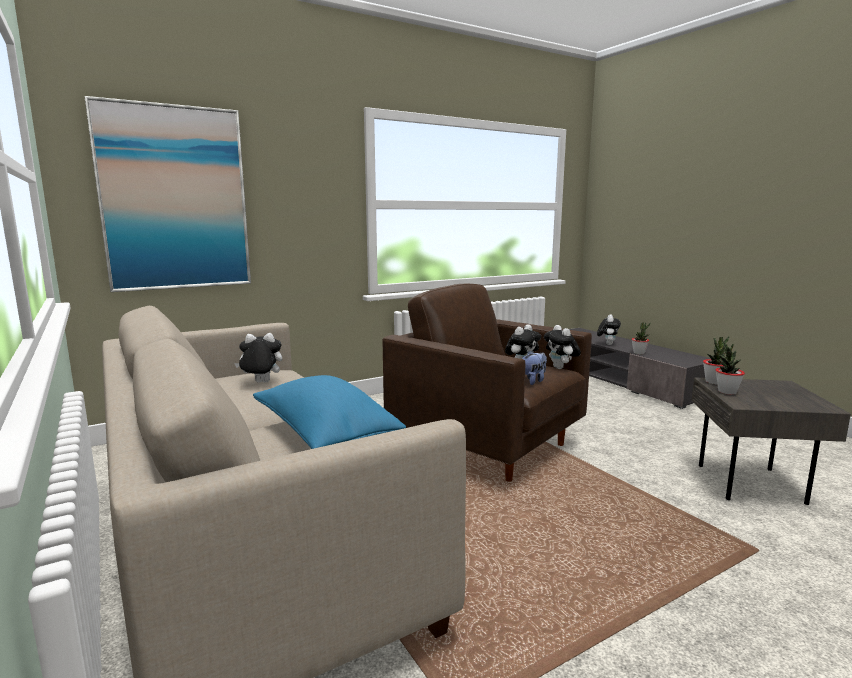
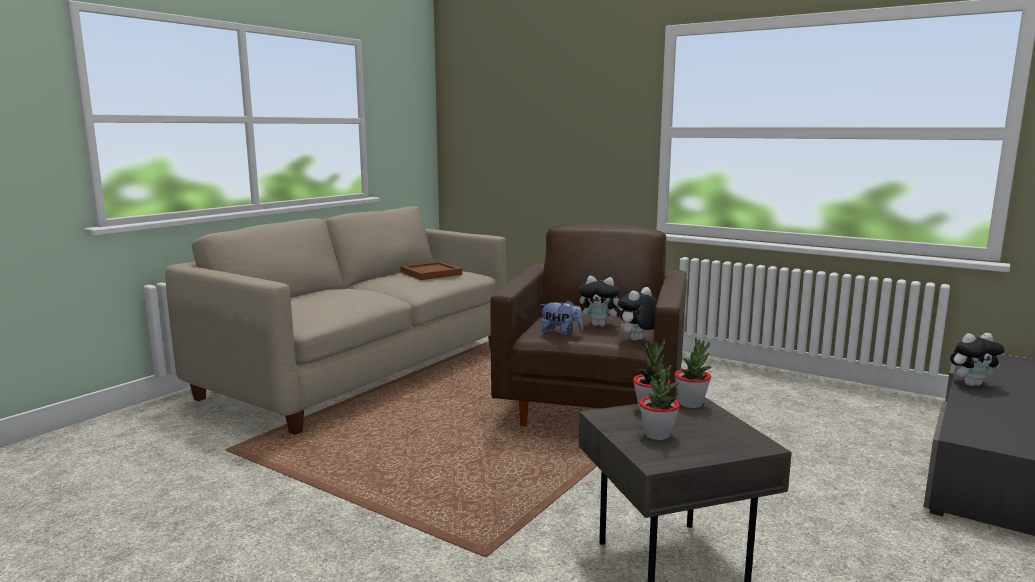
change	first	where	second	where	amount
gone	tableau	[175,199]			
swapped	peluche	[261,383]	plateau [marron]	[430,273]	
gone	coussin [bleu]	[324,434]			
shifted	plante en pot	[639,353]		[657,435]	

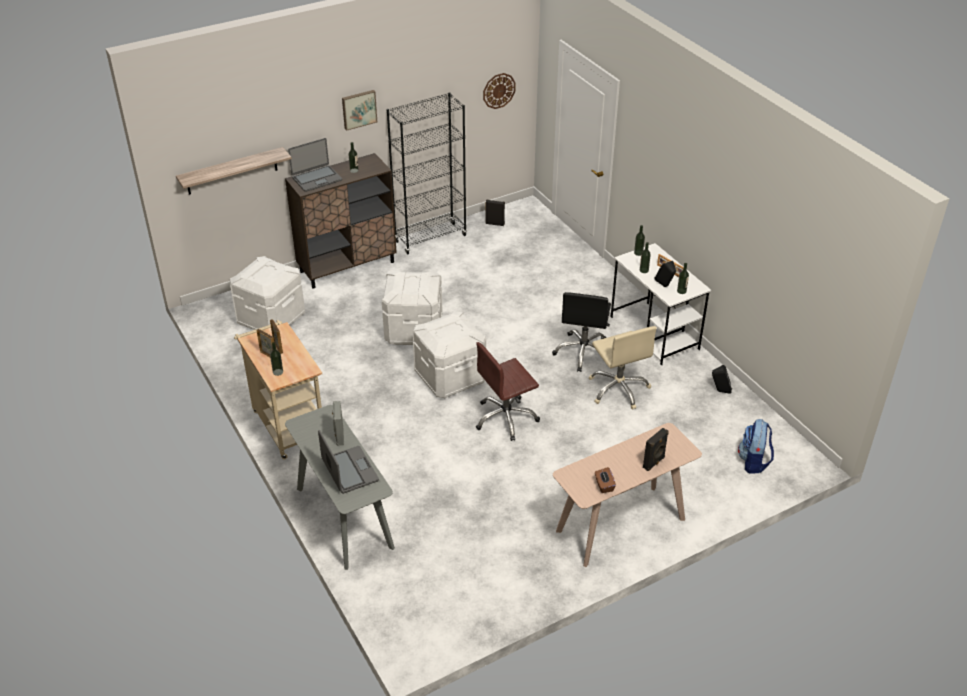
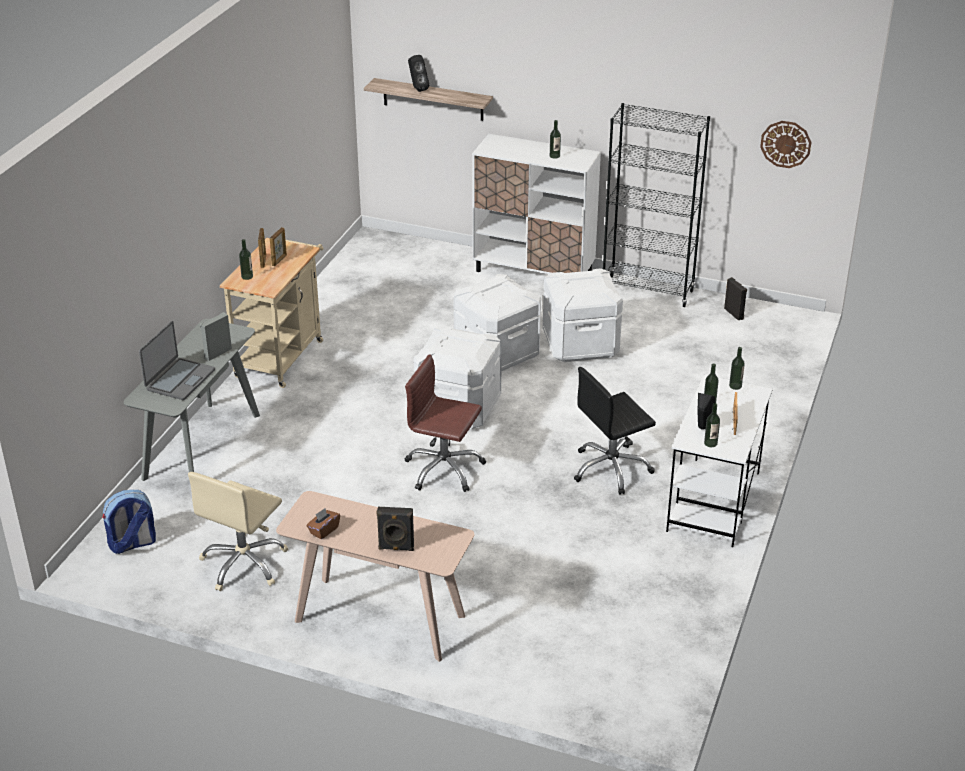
change	first	where	second	where	amount
shifted	boîte de rangement [blanc]	[271,319]		[580,345]	
repainted	meuble de rangement [marron]	[347,266]	meuble de rangement [blanc]	[534,271]	
gone	ordinateur portable	[316,179]			
gone	tableau	[359,109]			
shifted	chaise de bureau [beige]	[619,389]		[244,563]	
shifted	enceinte [noir]	[720,391]		[417,89]	
shifted	sac à dos	[753,462]		[132,544]	

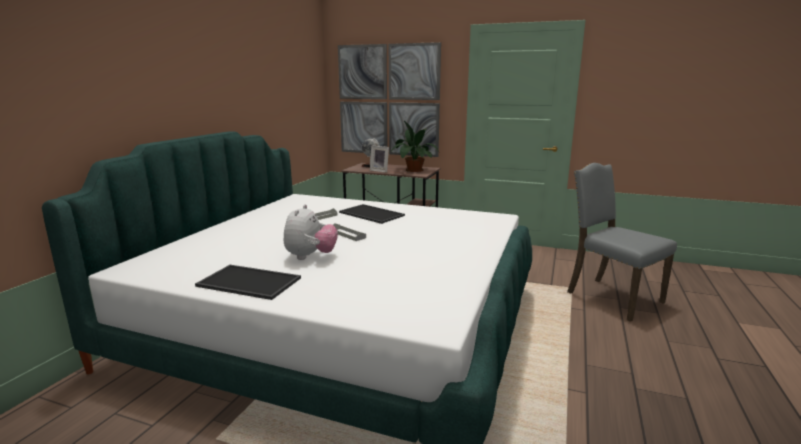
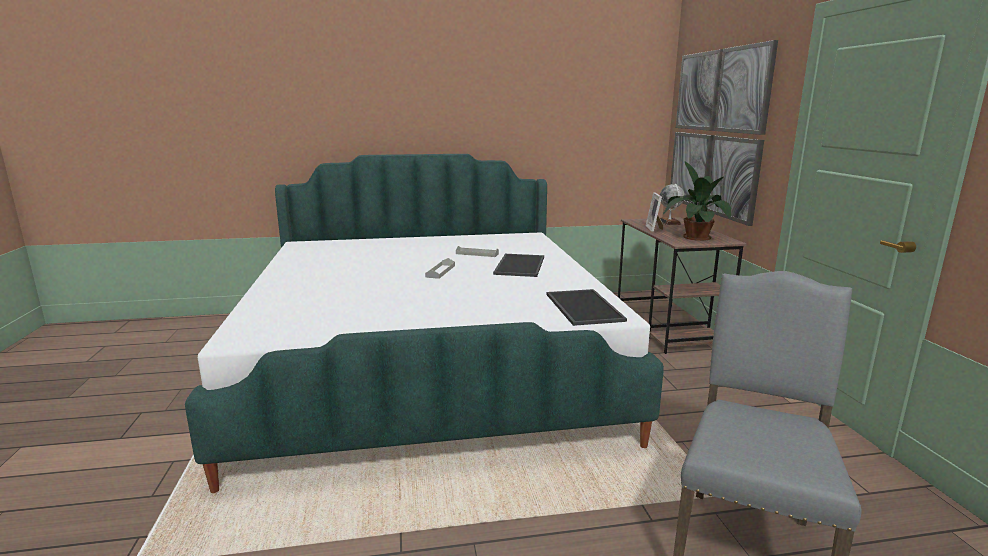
change	first	where	second	where	amount
shifted	plateau	[247,282]		[582,307]	
gone	peluche	[310,256]			

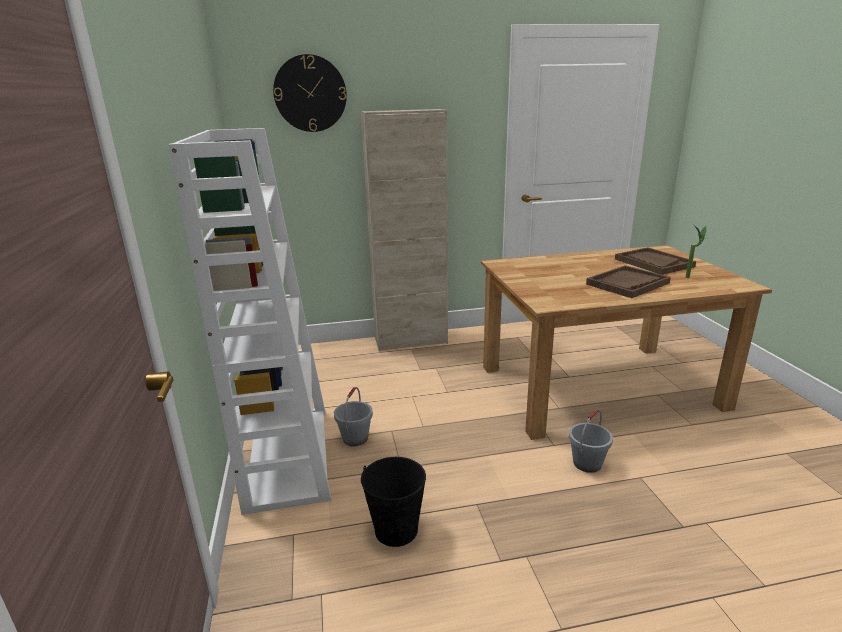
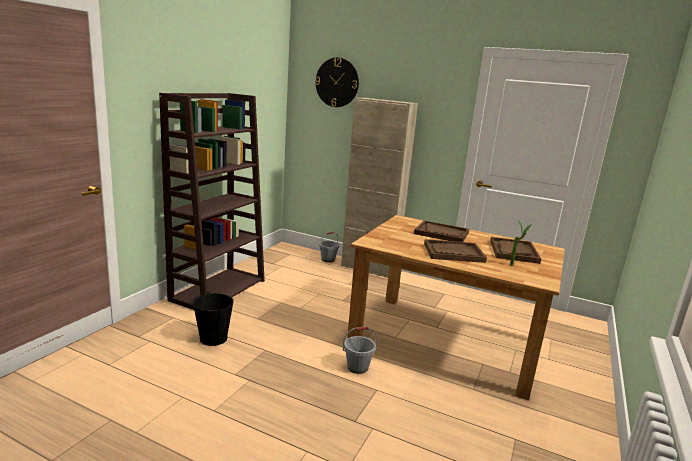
change	first	where	second	where	amount
repainted	bibliothèque [blanc]	[287,456]	bibliothèque [marron]	[218,289]	
shifted	seau [gris]	[355,438]		[328,260]	
new			plateau [marron]	[441,233]	

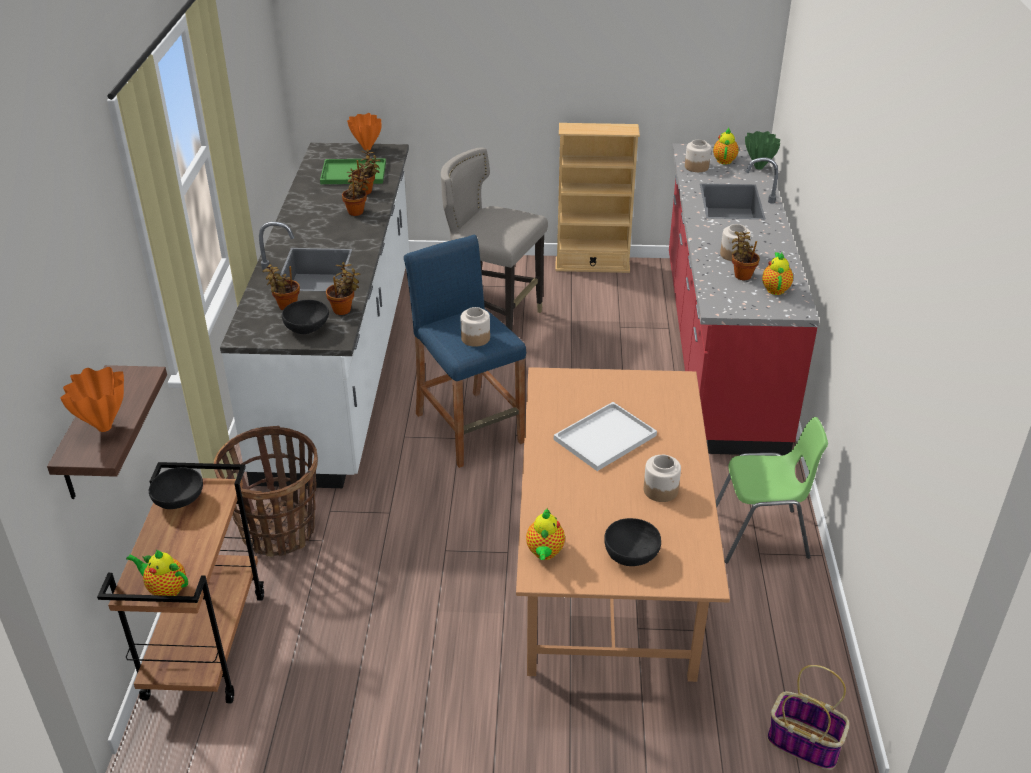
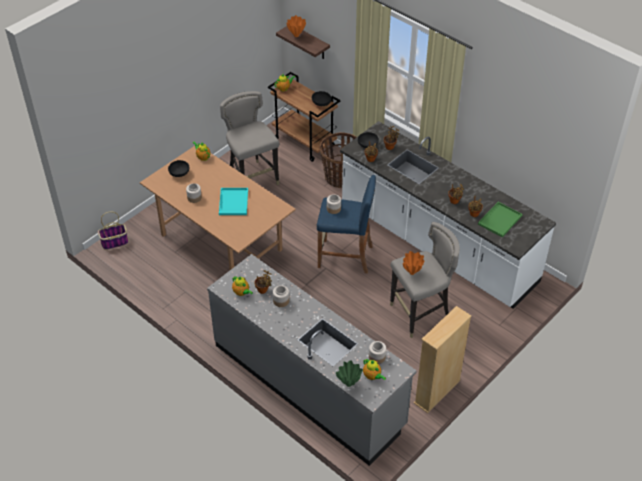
change	first	where	second	where	amount
shifted	vase [orange]	[366,148]		[412,272]	
repainted	plateau [blanc]	[605,436]	plateau [turquoise]	[234,202]	
repainted	comptoir de cuisine [rouge]	[719,348]	comptoir de cuisine [gris]	[309,384]	
gone	chaise [vert]	[761,536]			
new			tabouret [gris]	[252,178]	

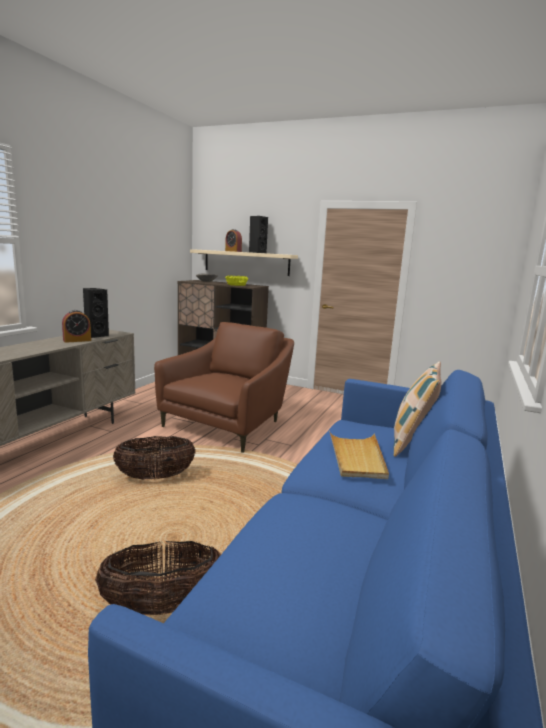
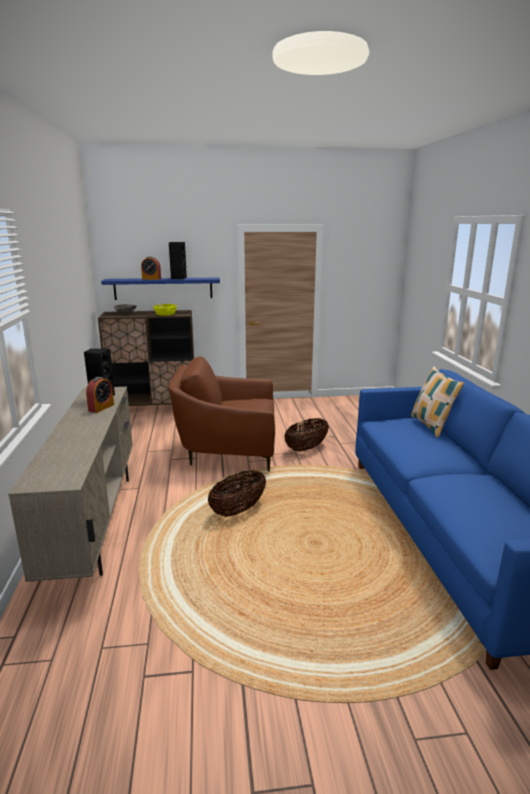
change	first	where	second	where	amount
shifted	panier	[162,606]		[306,448]	
rotated	fauteuil [marron]	[229,424]		[227,451]	90 degrees counterclockwise
repainted	étagère [beige]	[246,262]	étagère [bleu]	[163,288]	
gone	plateau [beige]	[357,457]			

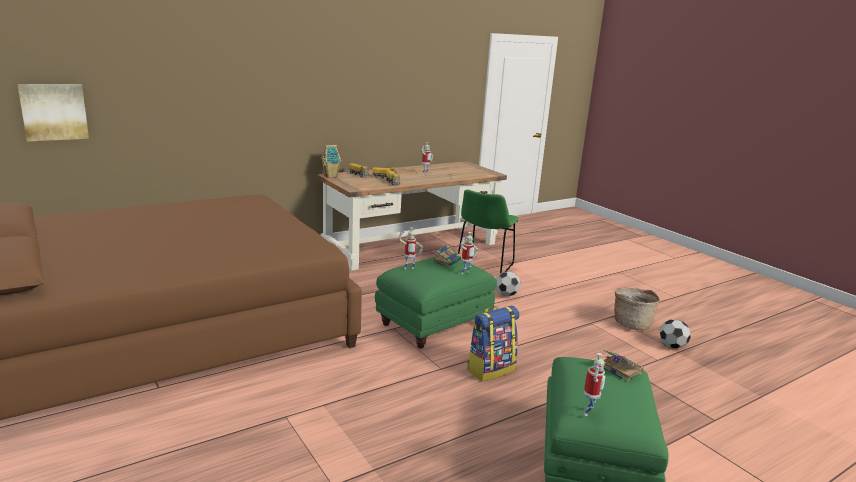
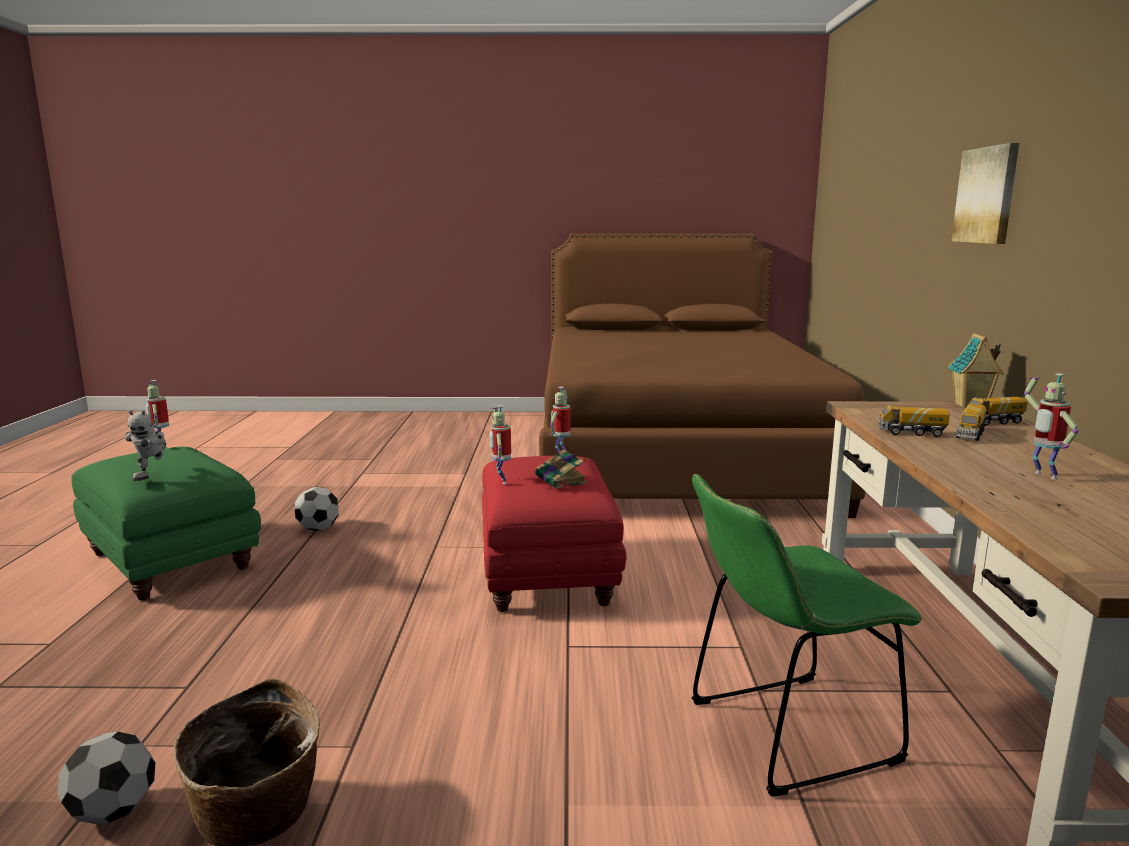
change	first	where	second	where	amount
shifted	tableau	[54,112]		[987,195]	
repainted	pouf [vert]	[434,324]	pouf [rouge]	[548,576]	
rotated	chaise [vert]	[484,268]		[783,734]	75 degrees counterclockwise
gone	sac à dos	[490,369]			
shifted	ballon de foot	[506,295]		[318,529]	
swapped	livre	[619,369]	robot jouet	[153,476]	

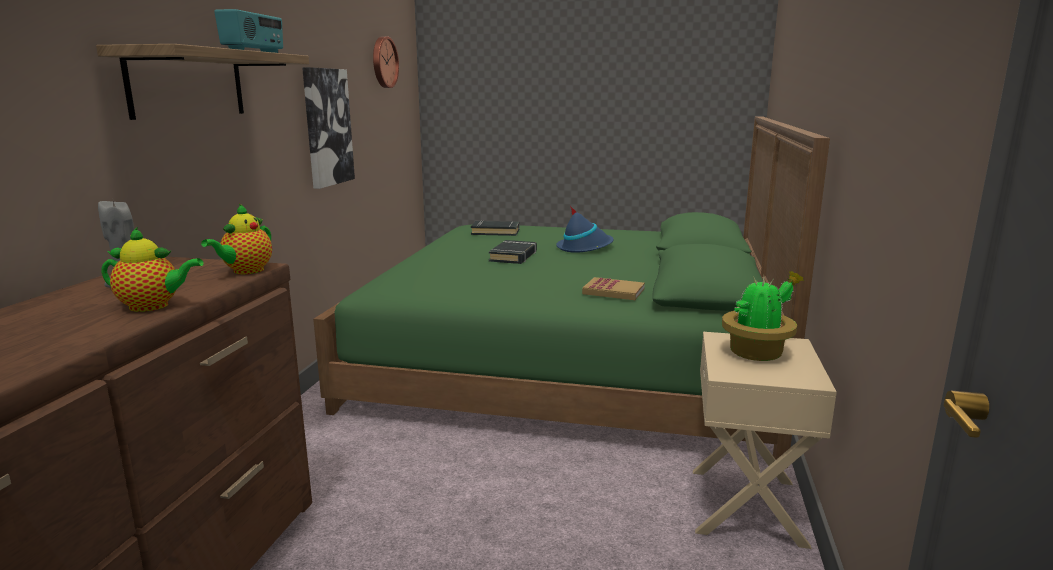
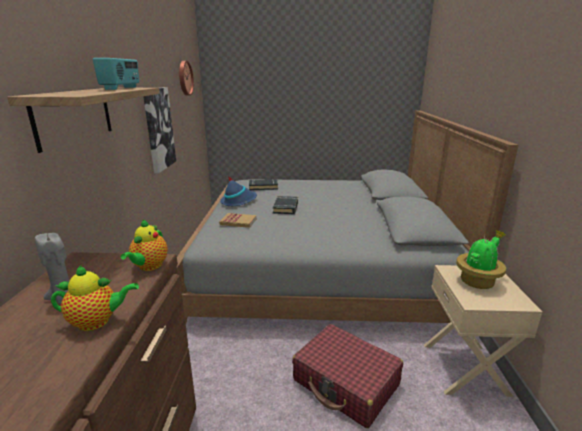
change	first	where	second	where	amount
repainted	lit [vert]	[572,357]	lit [gris]	[320,265]	
shifted	chapeau [bleu]	[584,248]		[238,201]	
shifted	livre	[613,291]		[238,222]	
new			valise [rouge]	[346,383]	

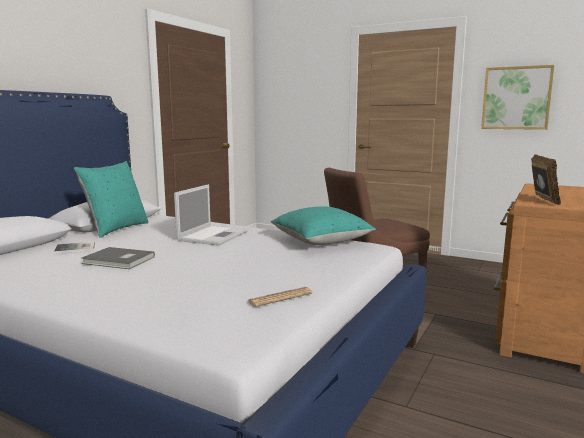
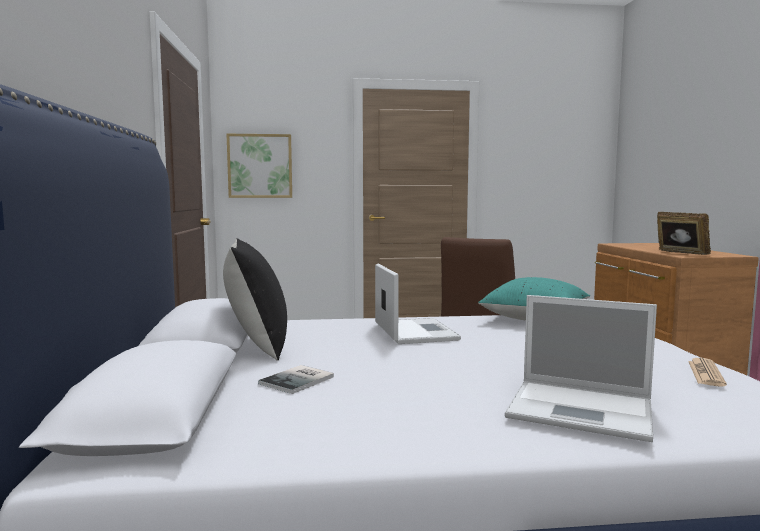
change	first	where	second	where	amount
repainted	coussin [turquoise]	[116,229]	coussin [noir]	[257,346]	
gone	livre [gris]	[118,261]			
shifted	tableau	[516,98]		[260,166]	
new			ordinateur portable	[583,410]	

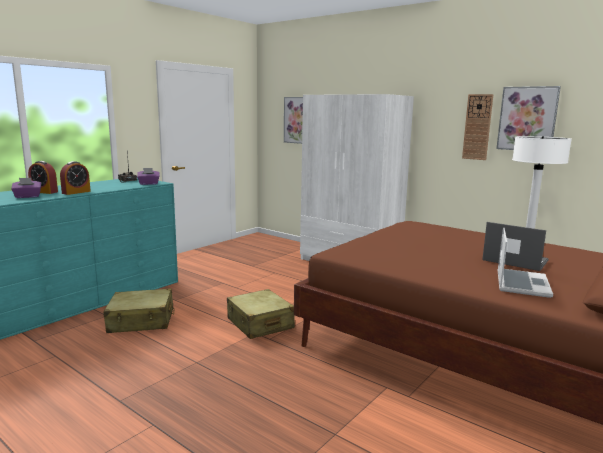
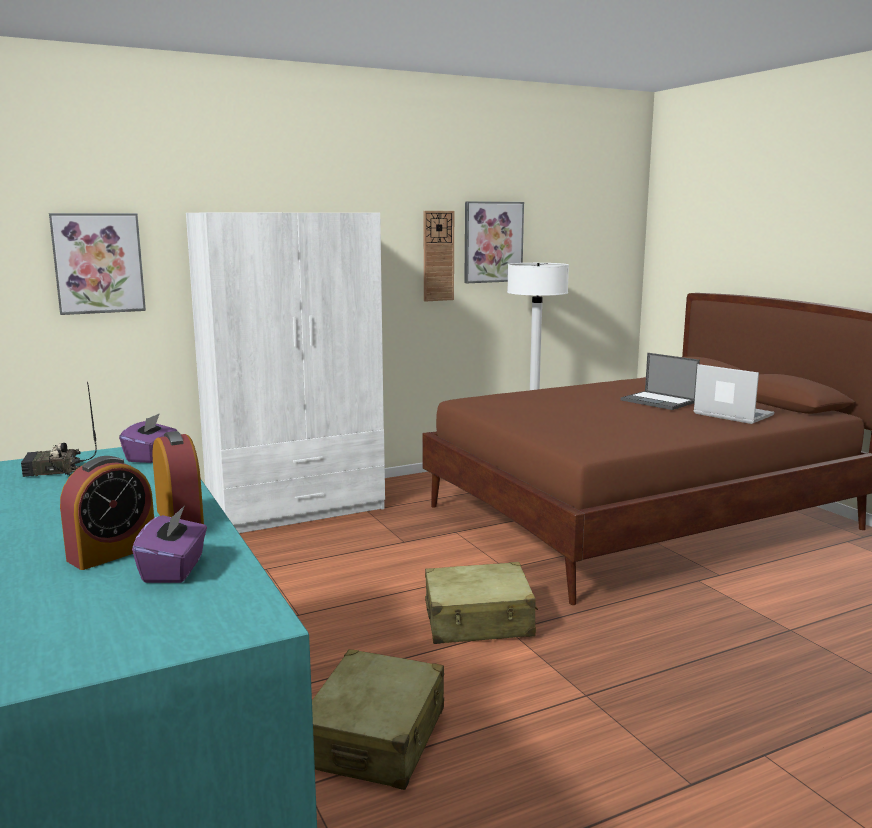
change	first	where	second	where	amount
rotated	ordinateur portable	[514,260]		[659,401]	105 degrees counterclockwise

